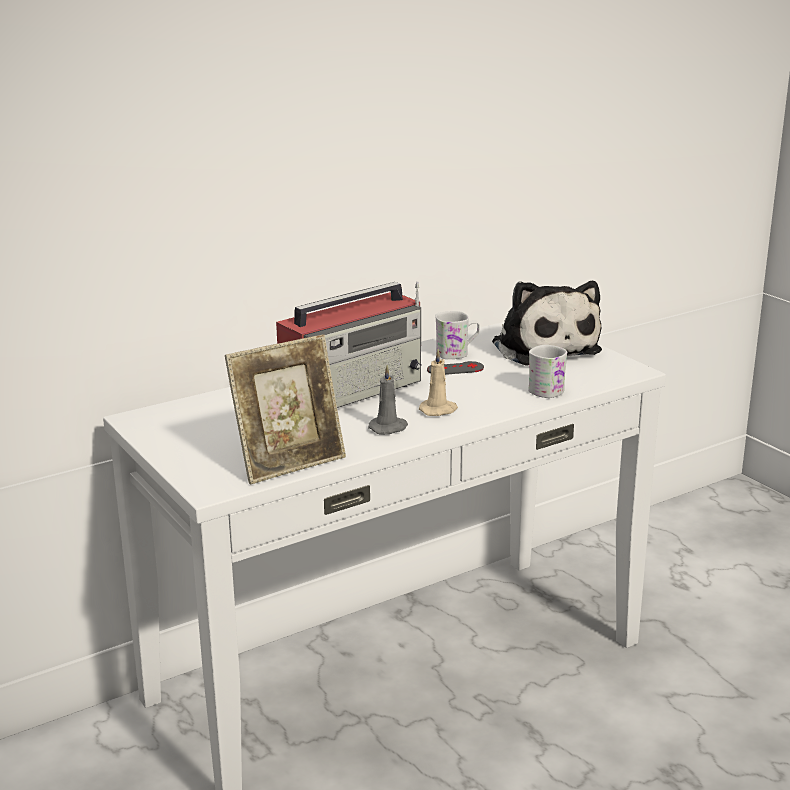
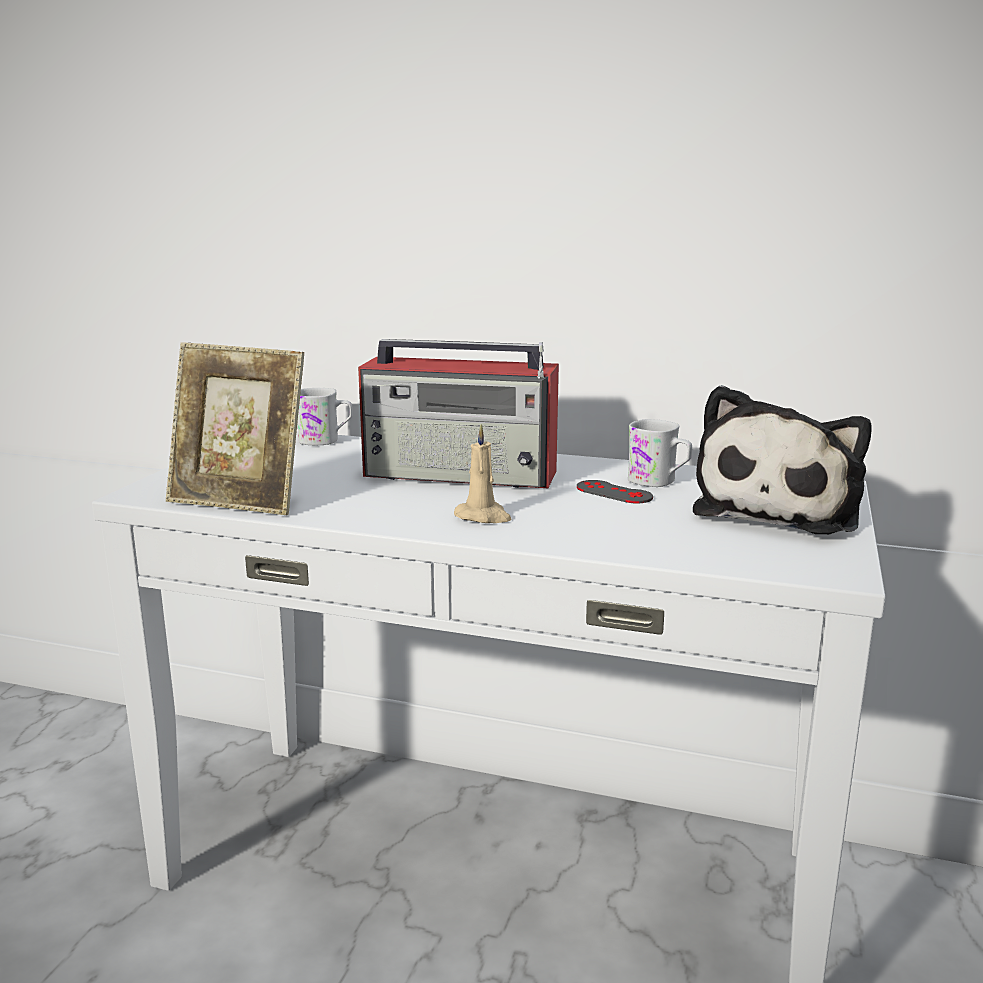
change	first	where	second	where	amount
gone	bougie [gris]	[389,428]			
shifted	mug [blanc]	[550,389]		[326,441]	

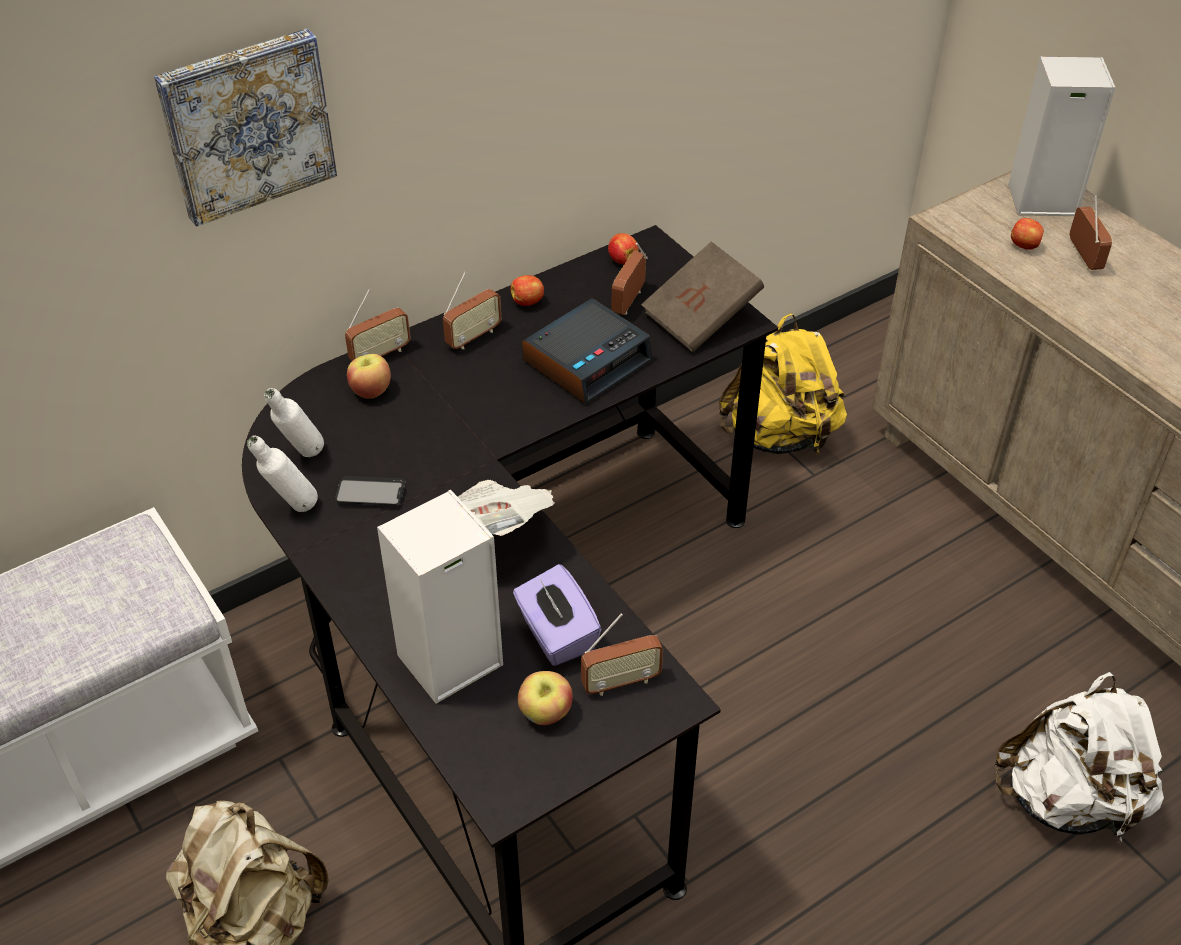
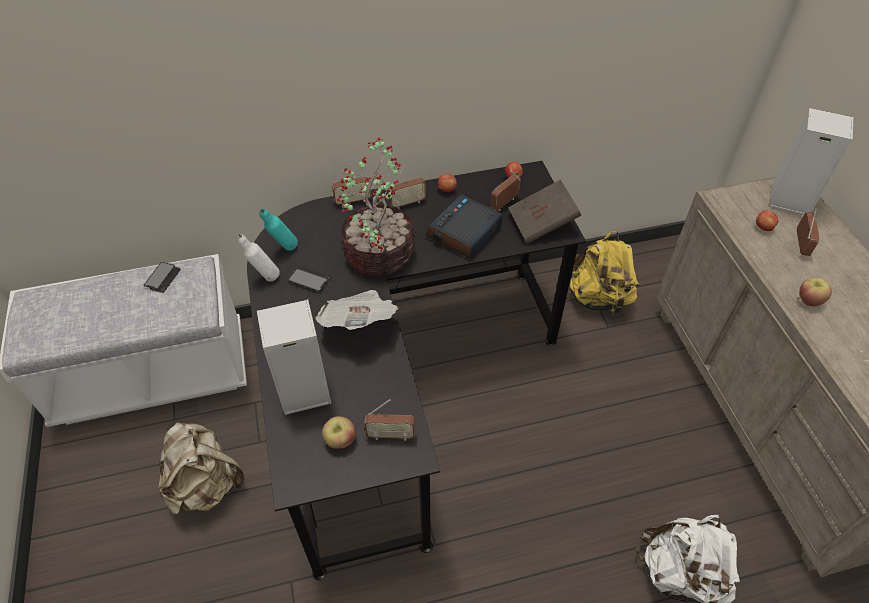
change	first	where	second	where	amount
gone	tableau	[246,124]			
repainted	bouteille [blanc]	[302,458]	bouteille [turquoise]	[284,250]	
shifted	pomme	[371,390]		[809,300]	
gone	boîte à mouchoirs [violet]	[556,634]			
rotated	réveil	[587,360]		[464,233]	150 degrees clockwise
new			téléphone	[162,278]	
new			plante en pot	[380,252]	

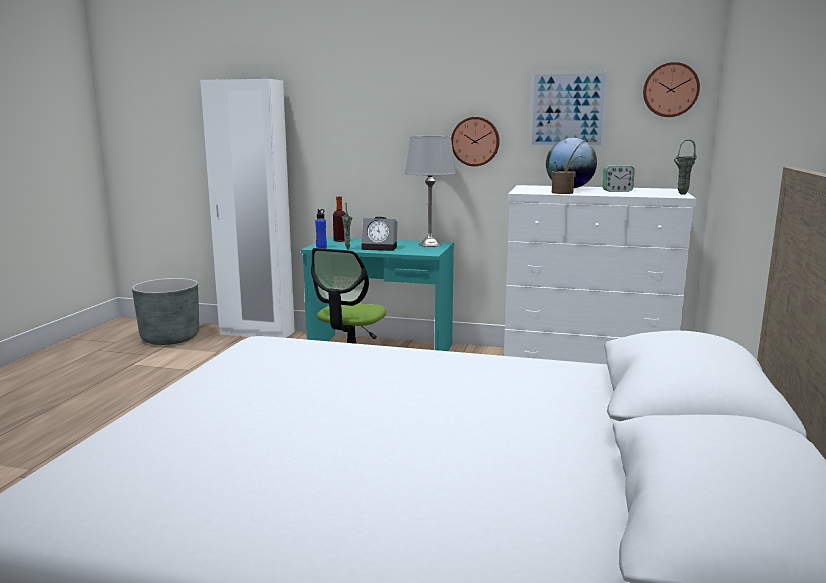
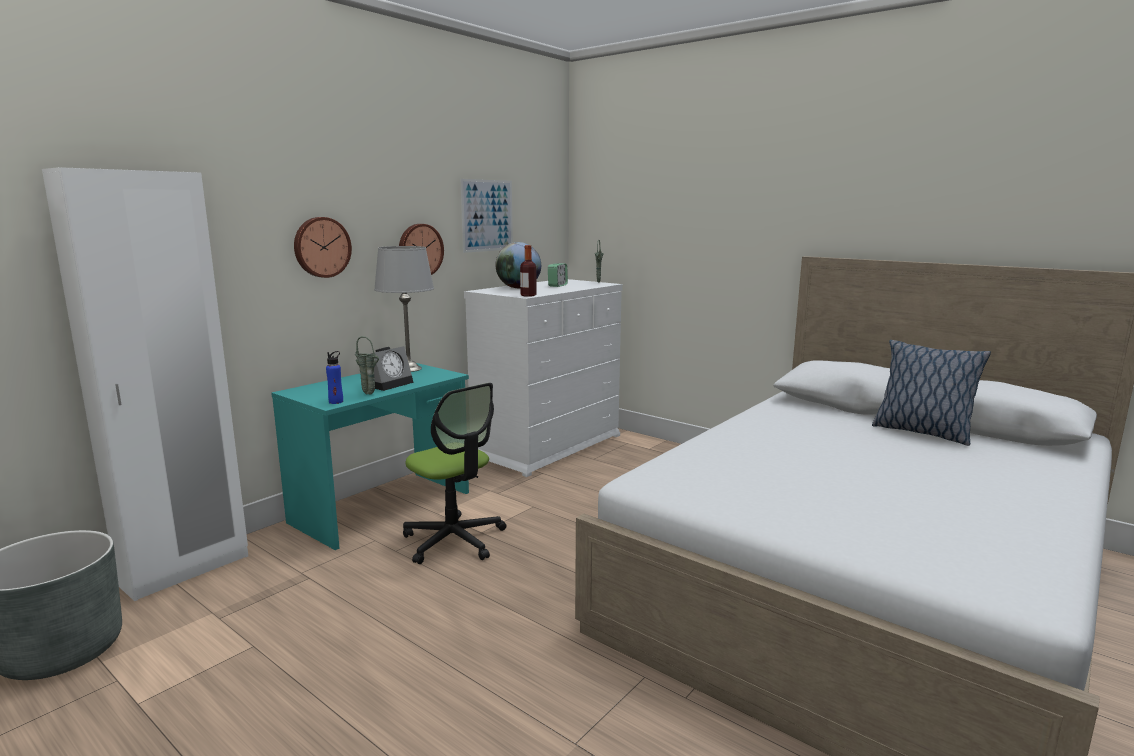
change	first	where	second	where	amount
shifted	bouteille	[340,240]		[528,295]	
gone	plante en pot	[565,192]			
shifted	horloge murale	[670,90]		[321,247]	
new			coussin	[921,432]	

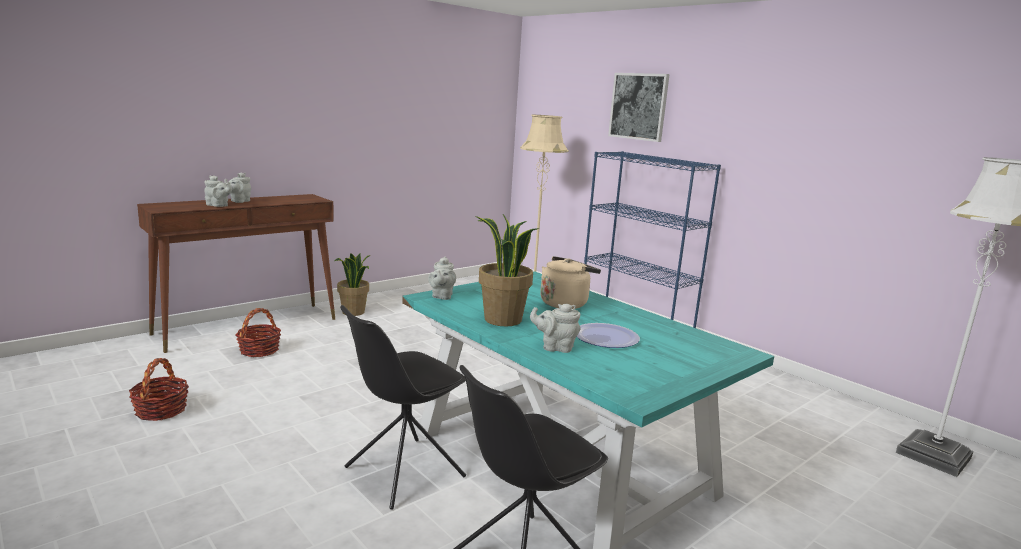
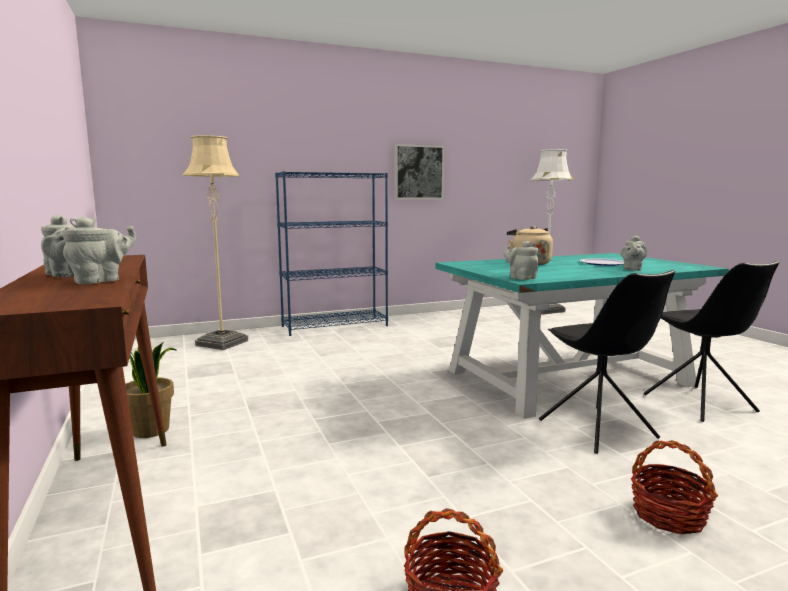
change	first	where	second	where	amount
shifted	panier	[259,350]		[668,515]	
rotated	théière [gris]	[441,296]		[521,278]	150 degrees counterclockwise
gone	plante en pot	[502,320]			
shifted	tableau	[638,106]		[418,172]	

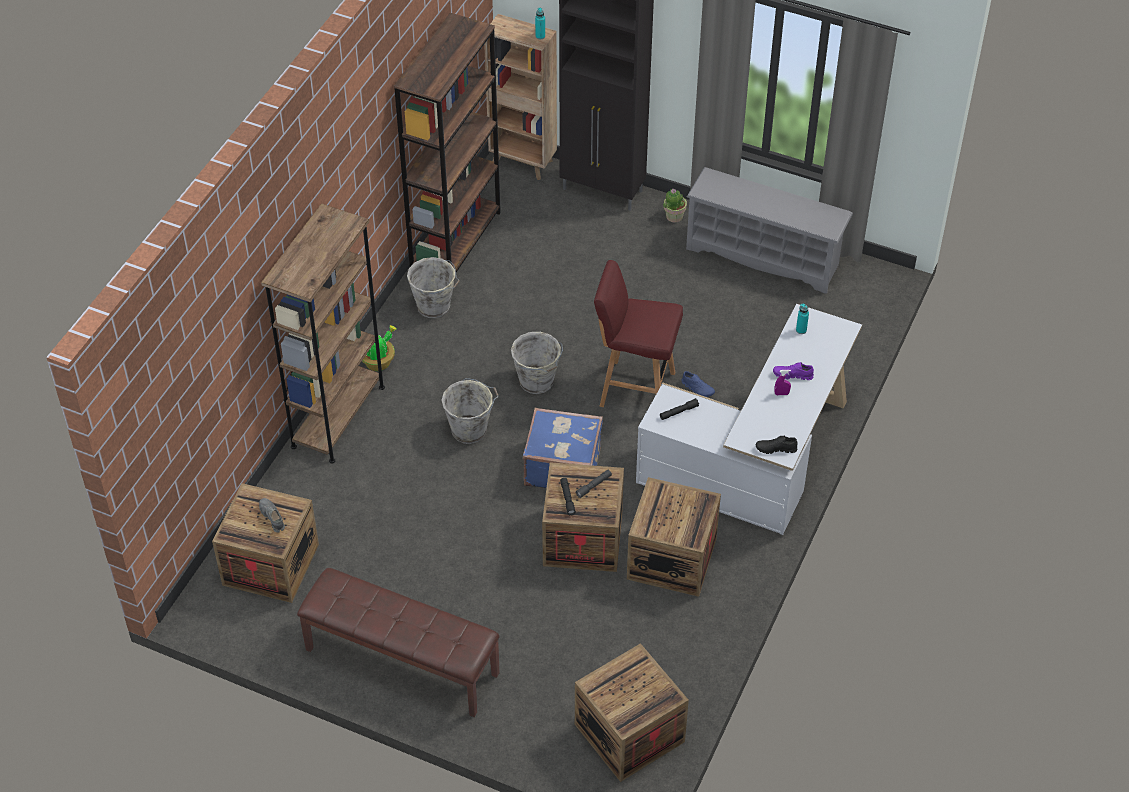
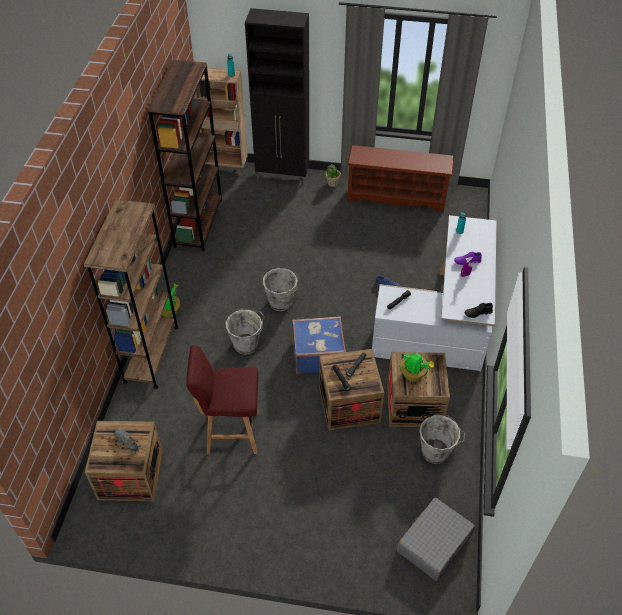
change	first	where	second	where	amount
gone	banc [marron]	[401,662]			
shifted	seau [gris]	[435,307]		[436,452]	
swapped	caisse	[629,733]	valise [gris]	[433,543]	
shifted	tabouret [rouge]	[635,388]		[231,432]	
repainted	étagère à chaussures [gris]	[764,256]	étagère à chaussures [marron]	[397,196]	
new			plante en pot	[413,374]	

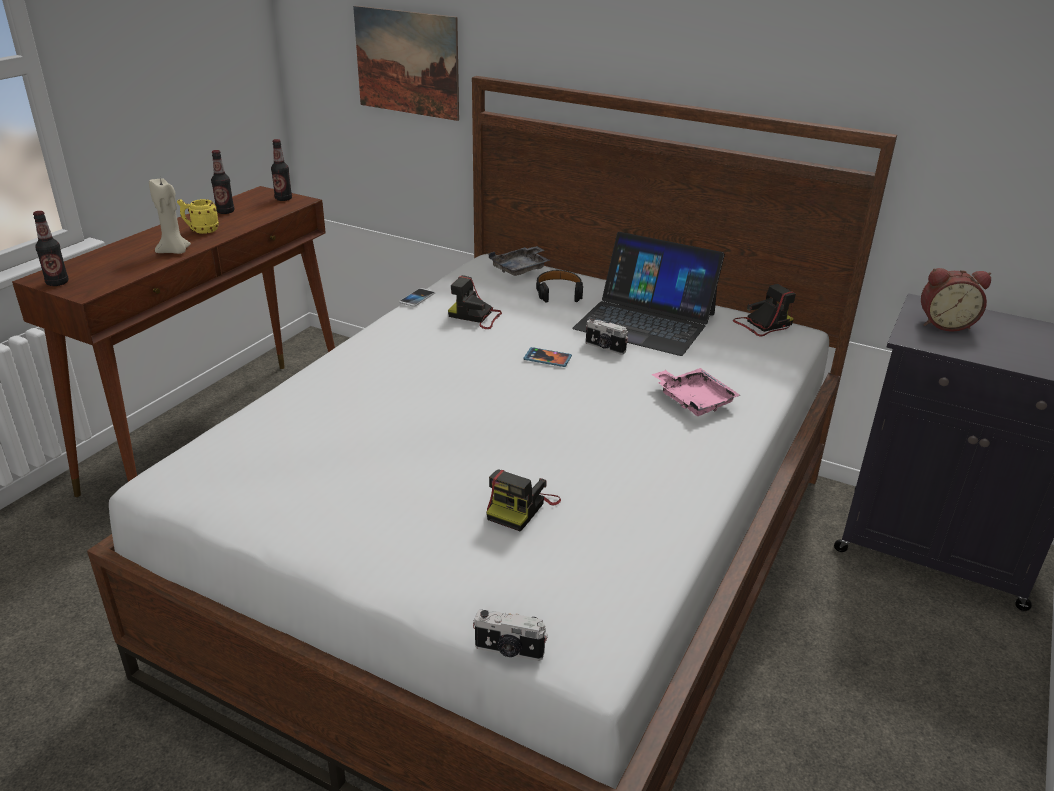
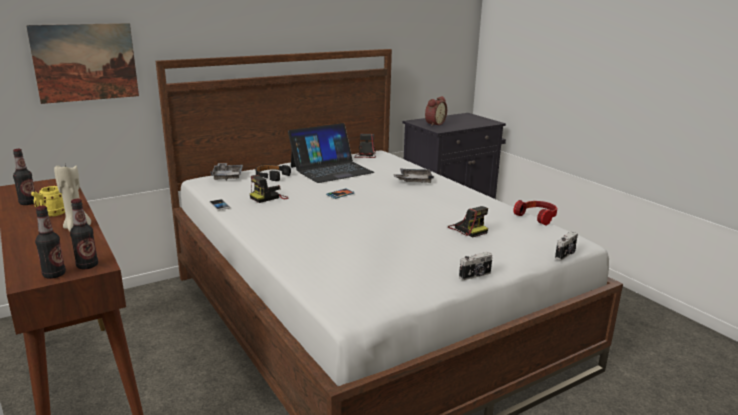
change	first	where	second	where	amount
shifted	bouteille	[283,199]		[87,266]	
shifted	appareil photo	[604,348]		[475,275]	
repainted	plateau [rose]	[693,400]	plateau [gris]	[414,180]	
new			casque audio	[537,217]	

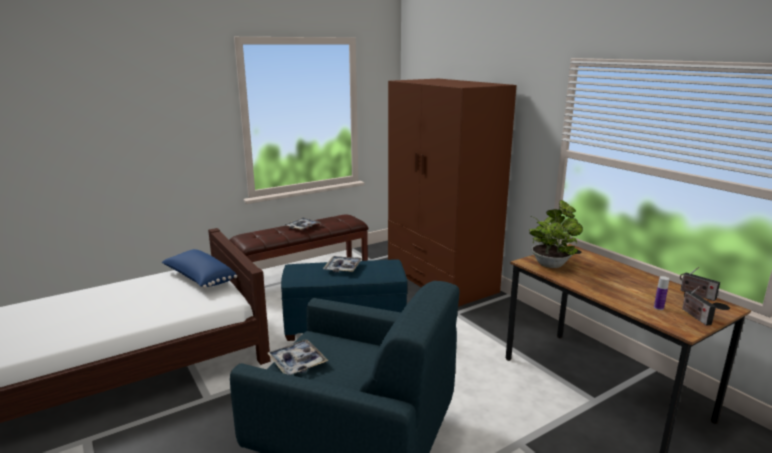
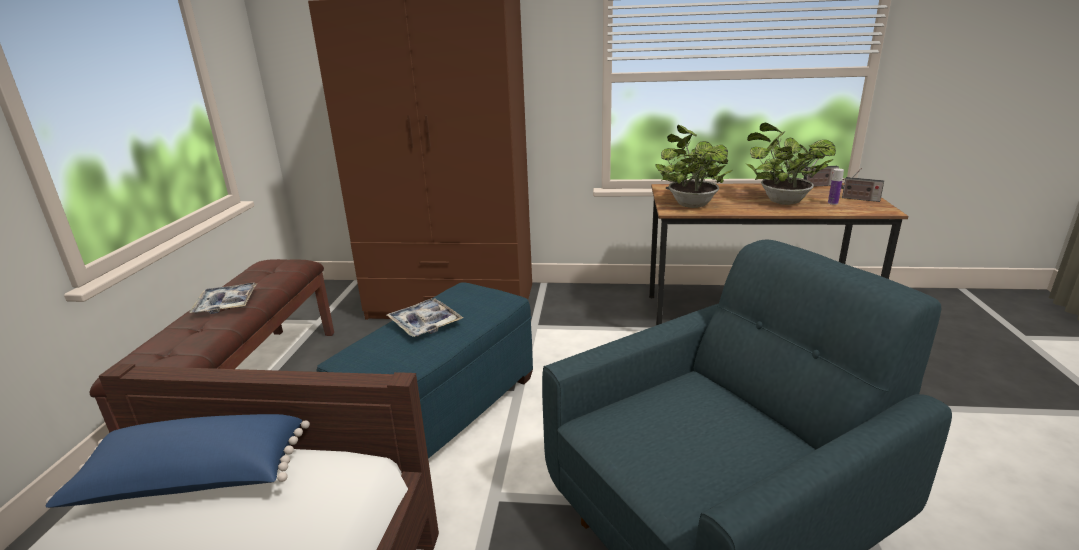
change	first	where	second	where	amount
gone	plateau	[297,362]			
new			plante en pot	[780,201]	

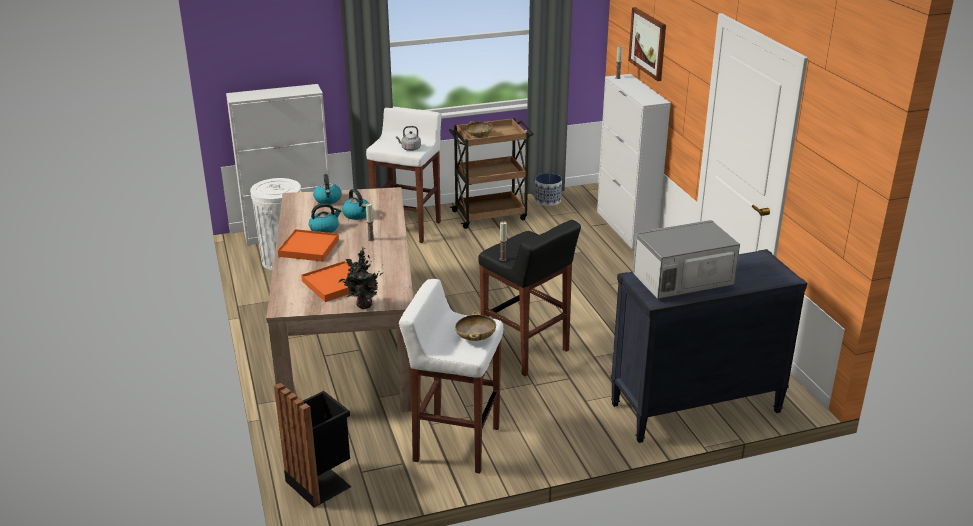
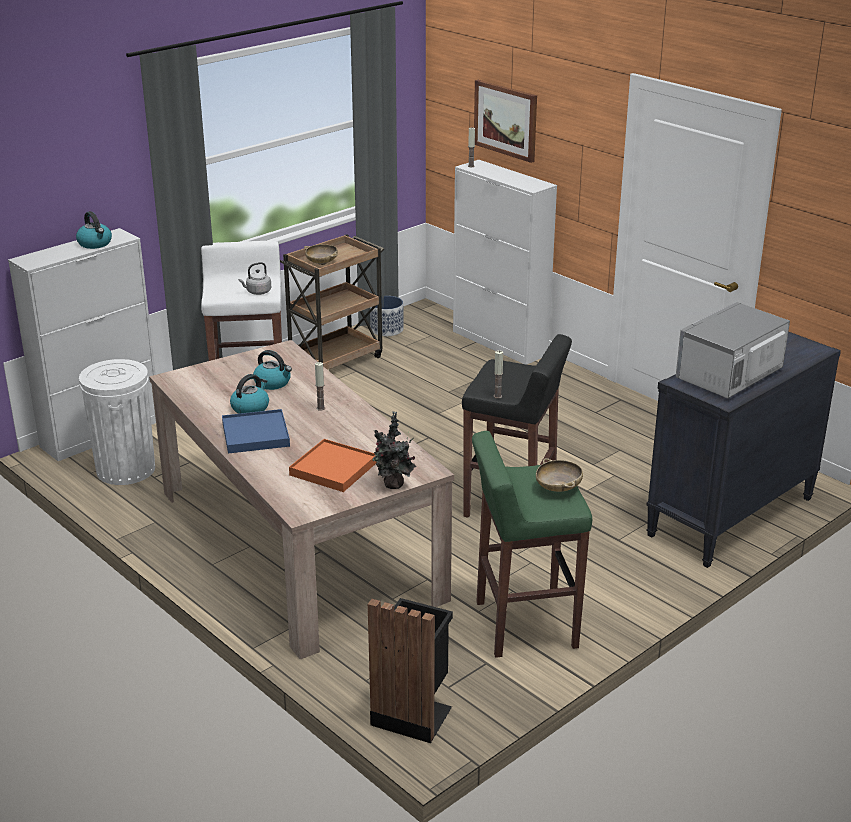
change	first	where	second	where	amount
repainted	plateau [orange]	[309,248]	plateau [bleu]	[256,434]	
shifted	bouilloire	[328,200]		[95,244]	
repainted	tabouret [blanc]	[455,444]	tabouret [vert]	[524,625]	

